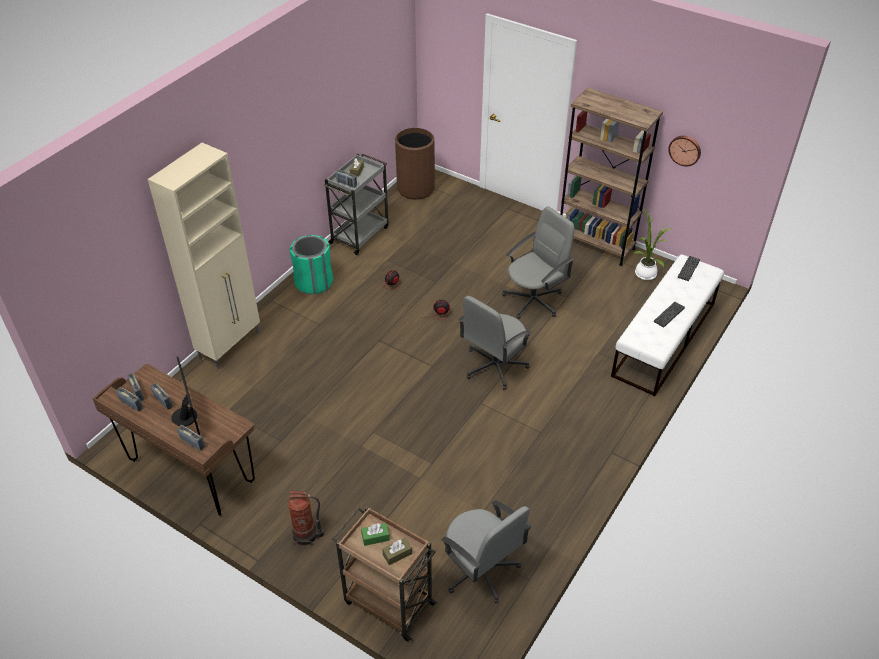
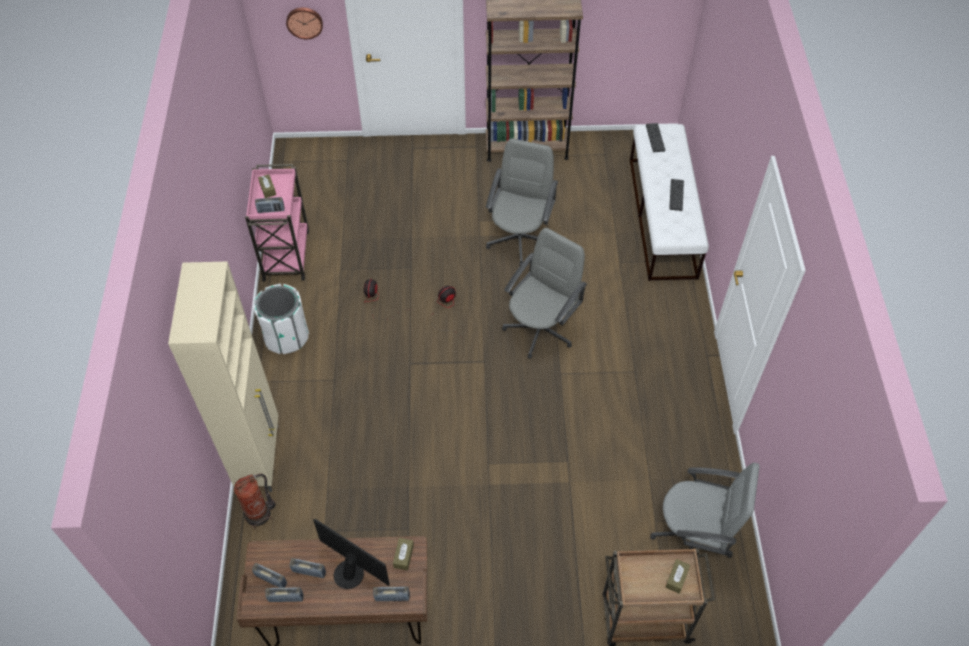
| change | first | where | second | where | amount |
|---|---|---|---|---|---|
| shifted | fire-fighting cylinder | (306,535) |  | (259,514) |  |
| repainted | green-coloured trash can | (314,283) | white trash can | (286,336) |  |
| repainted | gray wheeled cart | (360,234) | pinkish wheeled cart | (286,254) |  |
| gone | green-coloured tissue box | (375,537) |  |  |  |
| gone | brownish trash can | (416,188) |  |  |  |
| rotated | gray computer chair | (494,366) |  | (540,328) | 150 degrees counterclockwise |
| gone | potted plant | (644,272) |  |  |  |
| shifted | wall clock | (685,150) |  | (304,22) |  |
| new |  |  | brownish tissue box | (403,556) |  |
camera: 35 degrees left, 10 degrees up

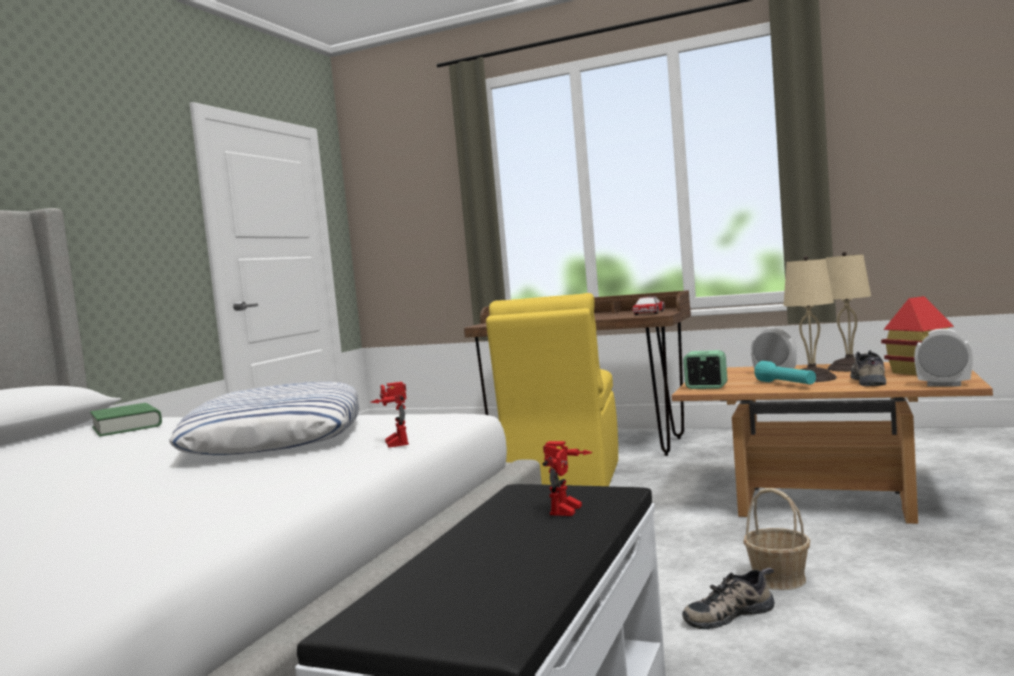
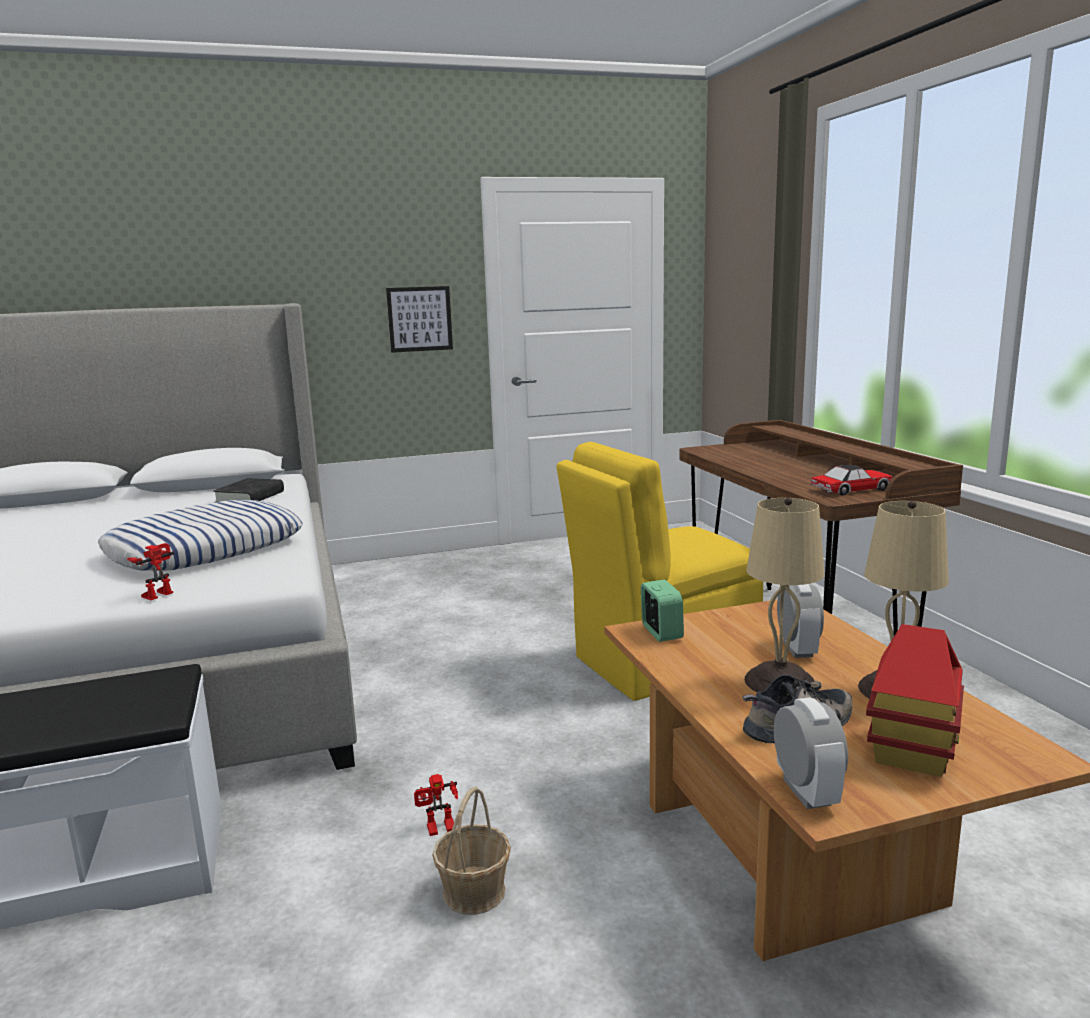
| change | first | where | second | where | amount |
|---|---|---|---|---|---|
| repainted | green-coloured bound book | (126,426) | black bound book | (250,497) |  |
| shifted | robot figure | (570,511) |  | (439,830) |  |
| gone | item of footwear | (728,613) |  |  |  |
| gone | blue-green flashlight | (786,384) |  |  |  |
| new |  |  | wall art | (419,319) |  |
camera: 50 degrees right, 10 degrees up

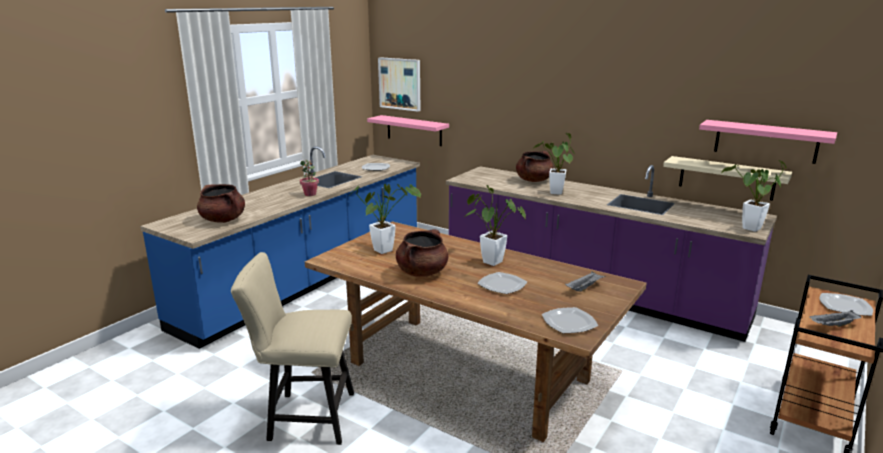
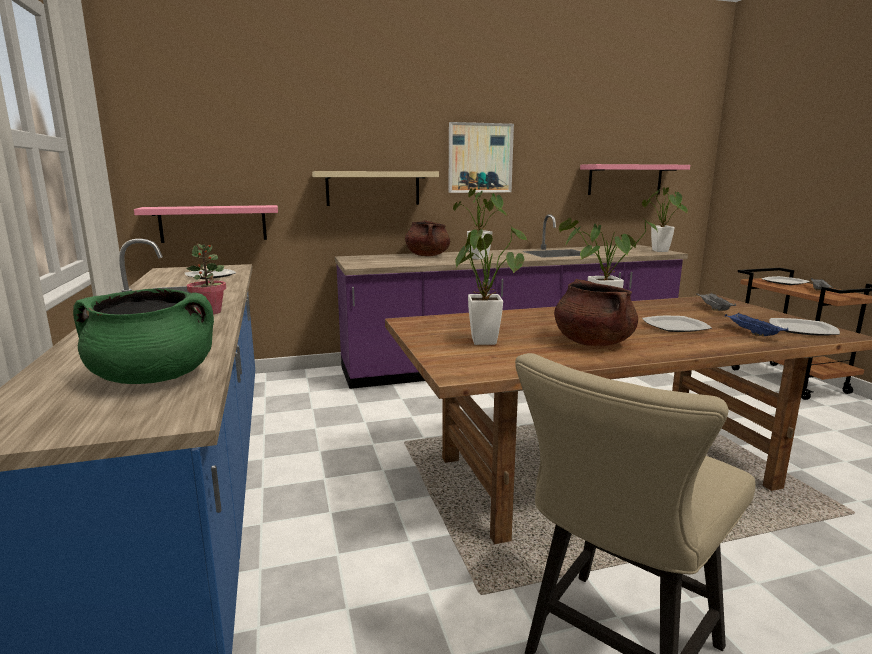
| change | first | where | second | where | amount |
|---|---|---|---|---|---|
| repainted | brownish cooking pot | (223,220) | green-coloured cooking pot | (154,378) |  |
| shifted | wall art | (400,84) |  | (480,158) |  |
| shifted | sand-coloured bracket shelf | (726,178) |  | (373,188) |  |
| new |  |  | blue-coloured tray | (751,333) |  |
camera: 50 degrees left, 5 degrees down

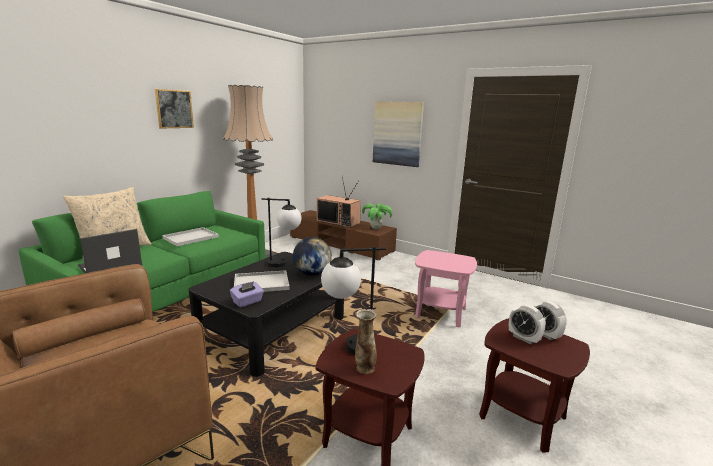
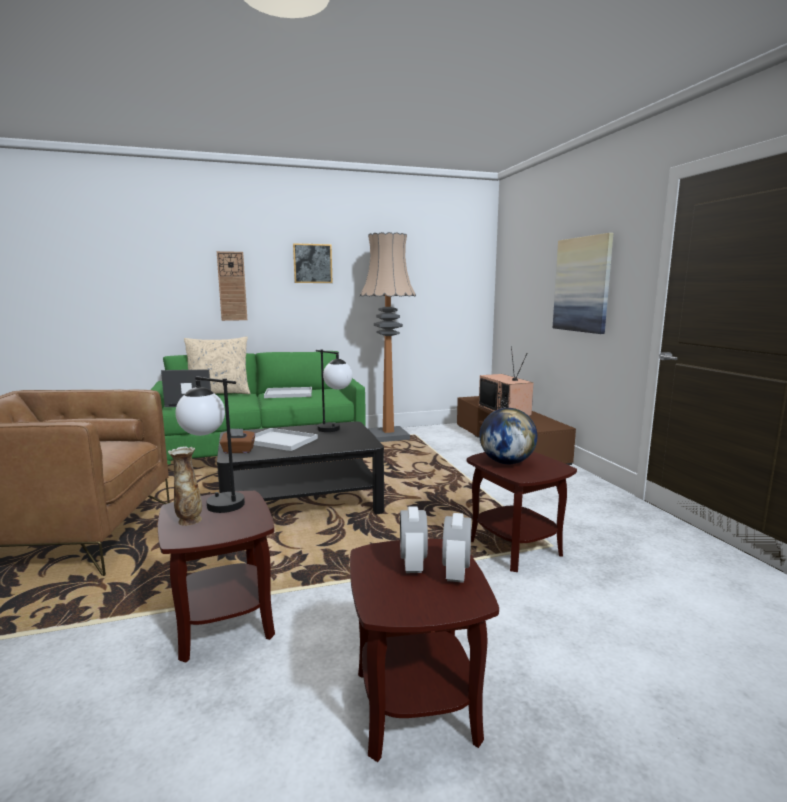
| change | first | where | second | where | amount |
|---|---|---|---|---|---|
| repainted | purple-coloured tissue box | (247,302) | brownish tissue box | (238,451) |  |
| shifted | world globe | (312,274) |  | (506,462) |  |
| gone | potted plant | (376,228) |  |  |  |
| repainted | pinkish accent table | (440,313) | brownish accent table | (515,548) |  |
| new |  |  | wall clock | (232,286) |  |
camera: 40 degrees right, 5 degrees down

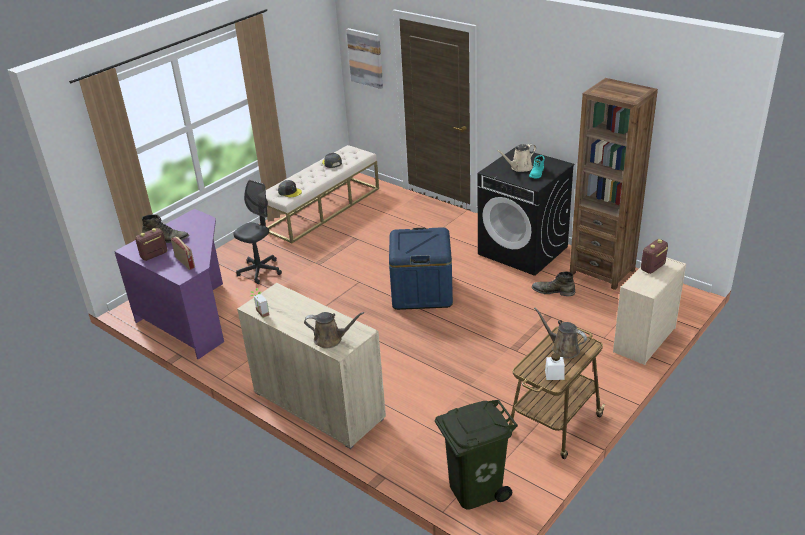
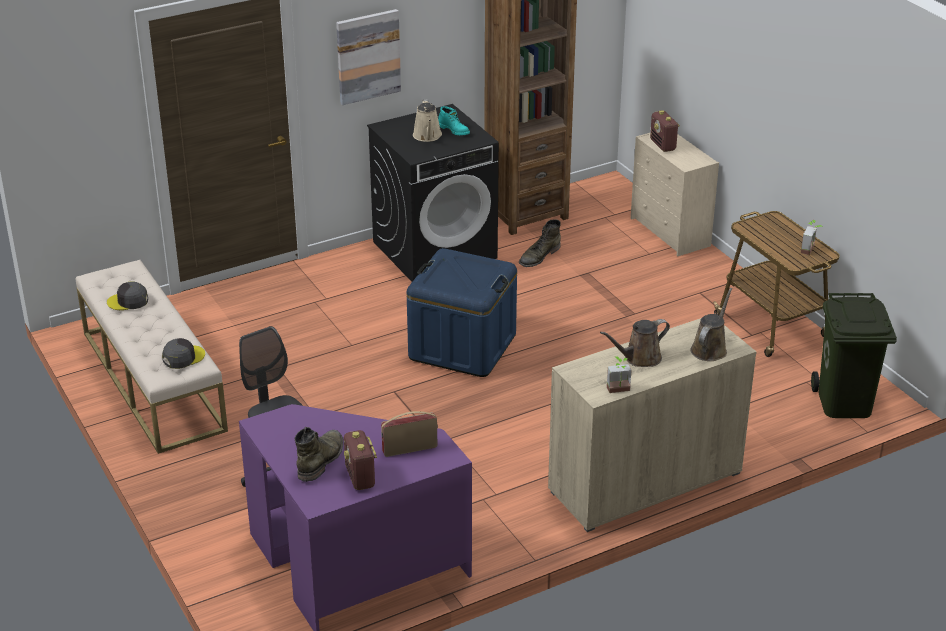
| change | first | where | second | where | amount |
|---|---|---|---|---|---|
| shifted | wall art | (365,58) |  | (368,56) |  |
| shifted | brownish sprinkling can | (563,348) |  | (639,358) |  |
| swapped | white jar | (554,375) | potted plant | (811,250) |  |
camera: 70 degrees left, 0 degrees up

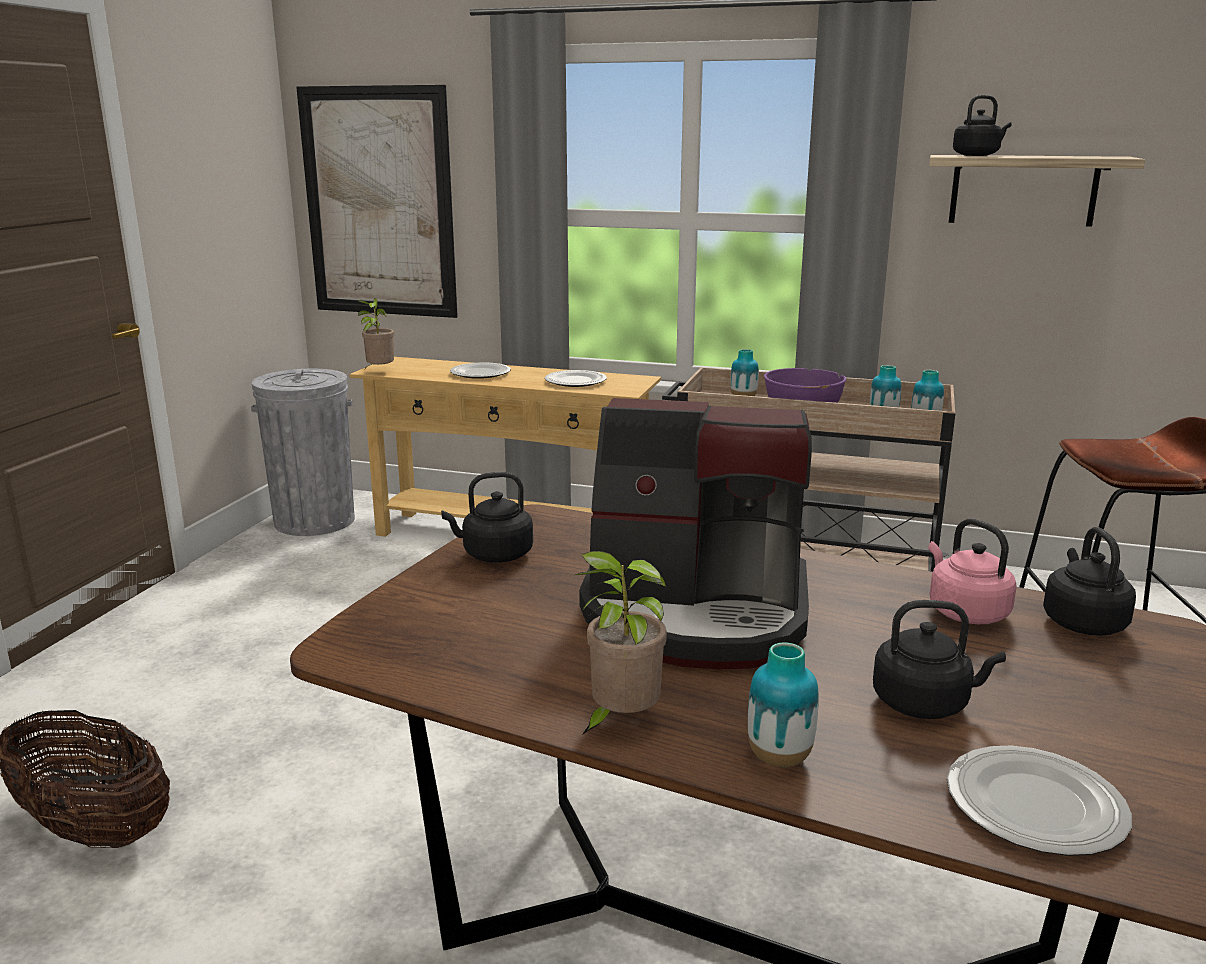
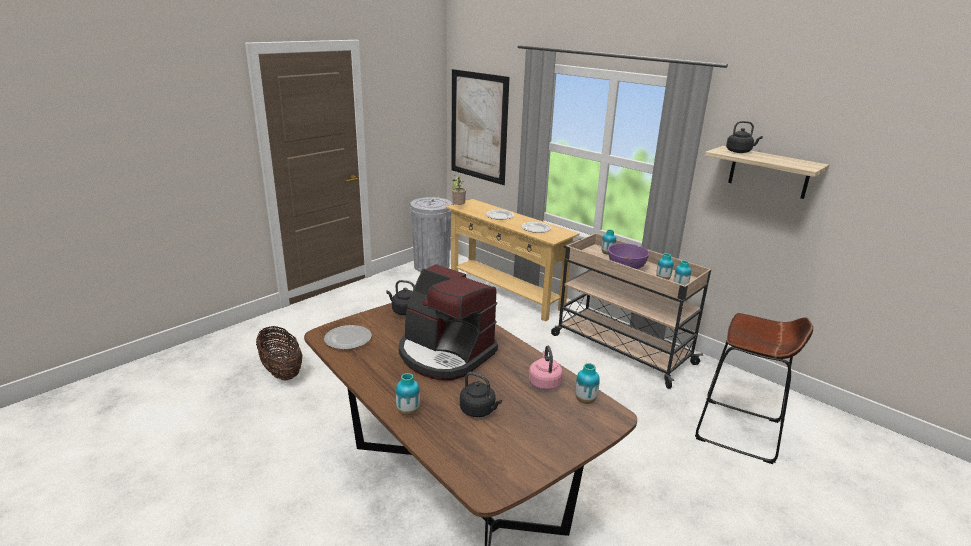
| change | first | where | second | where | amount |
|---|---|---|---|---|---|
| gone | potted plant | (620,721) |  |  |  |
| shifted | plate | (1032,805) |  | (347,339) |  |
| swapped | black water kettle | (1082,622) | vase | (585,400) |  |
camera: 25 degrees right, 5 degrees up

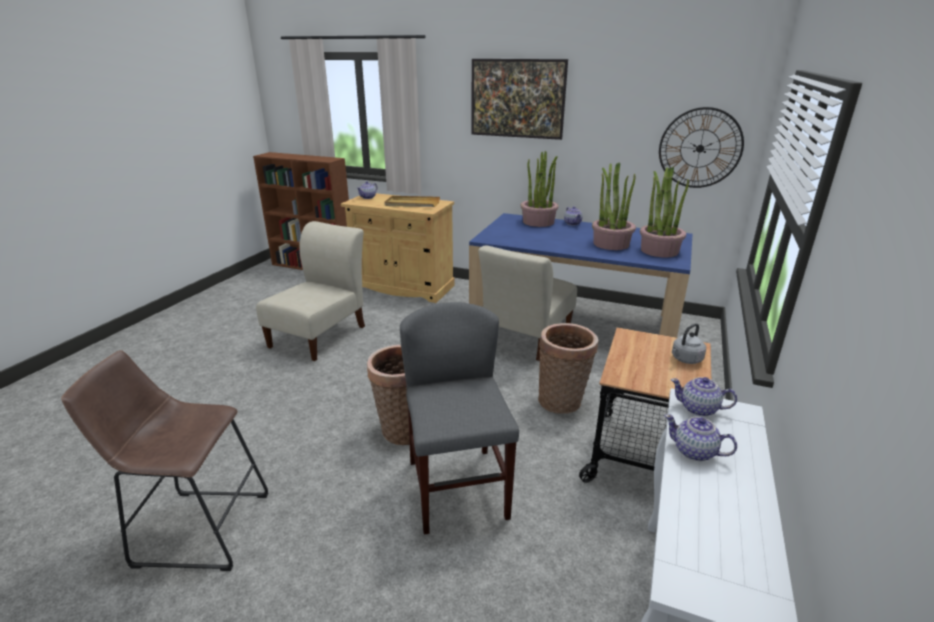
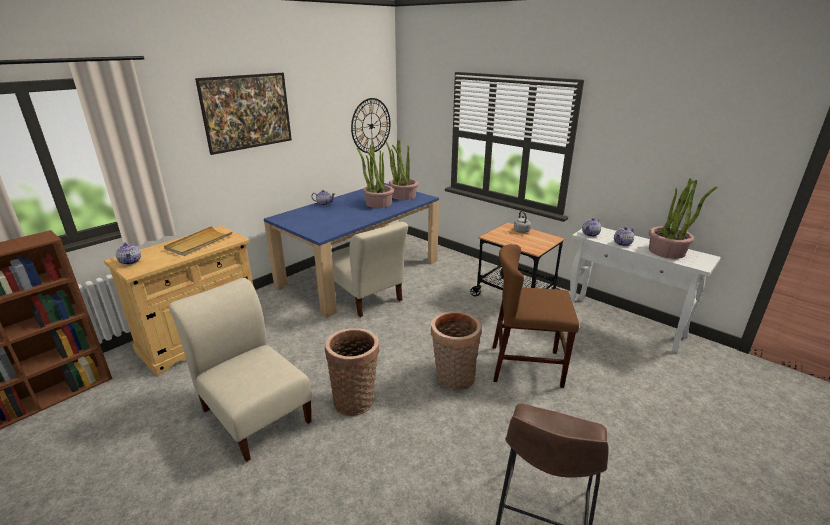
| change | first | where | second | where | amount |
|---|---|---|---|---|---|
| repainted | gray upright chair | (457,489) | brownish upright chair | (526,366) |  |
| shifted | potted plant | (538,222) |  | (667,251) |  |
| shifted | household basket | (562,402) |  | (356,399) |  |
camera: 70 degrees left, 0 degrees up

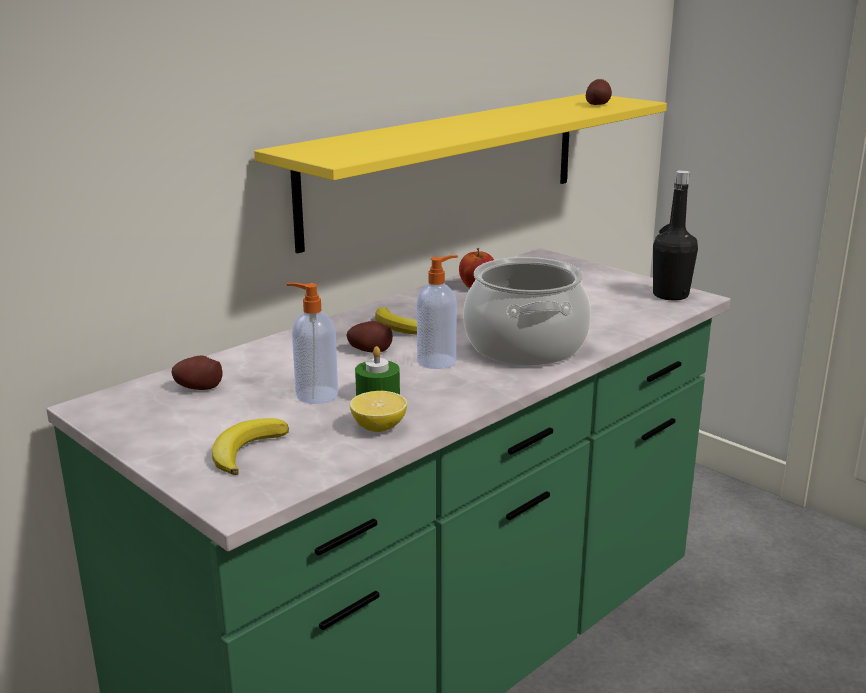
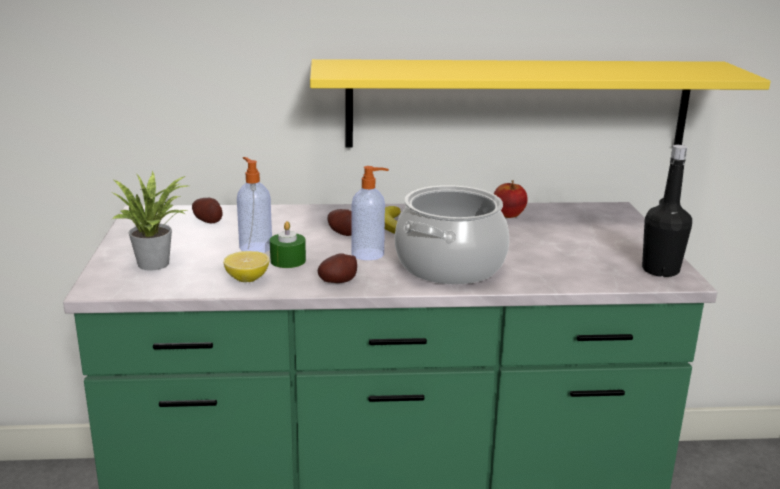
| change | first | where | second | where | amount |
|---|---|---|---|---|---|
| swapped | banana | (246,450) | potted plant | (158,263) |  |
| shifted | potato | (598,104) |  | (337,281) |  |
camera: 40 degrees right, 0 degrees up

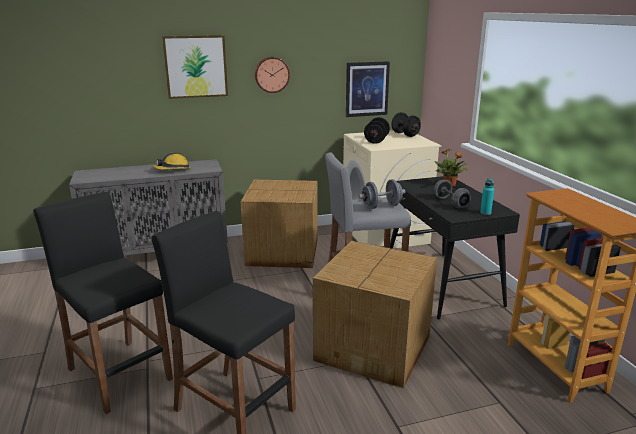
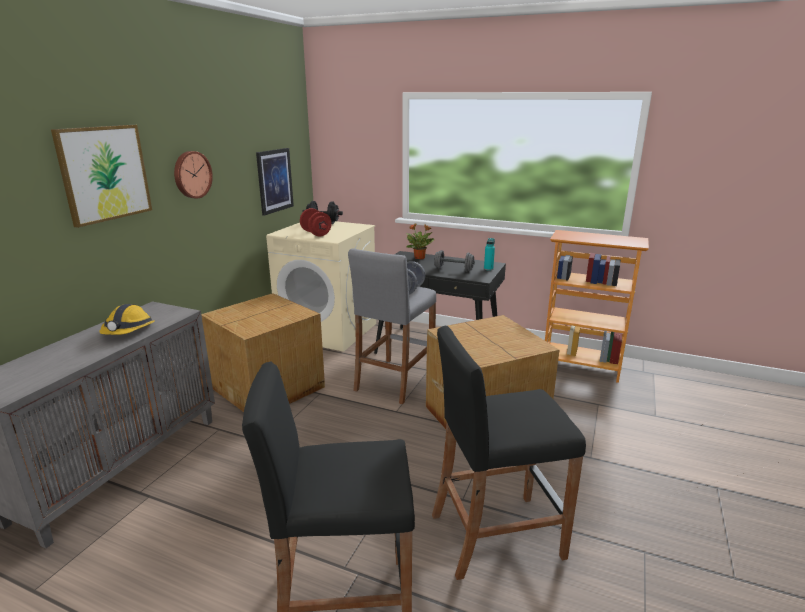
| change | first | where | second | where | amount |
|---|---|---|---|---|---|
| repainted | black hand weight | (376,141) | reddish hand weight | (316,233) |  |
camera: 50 degrees left, 0 degrees up

